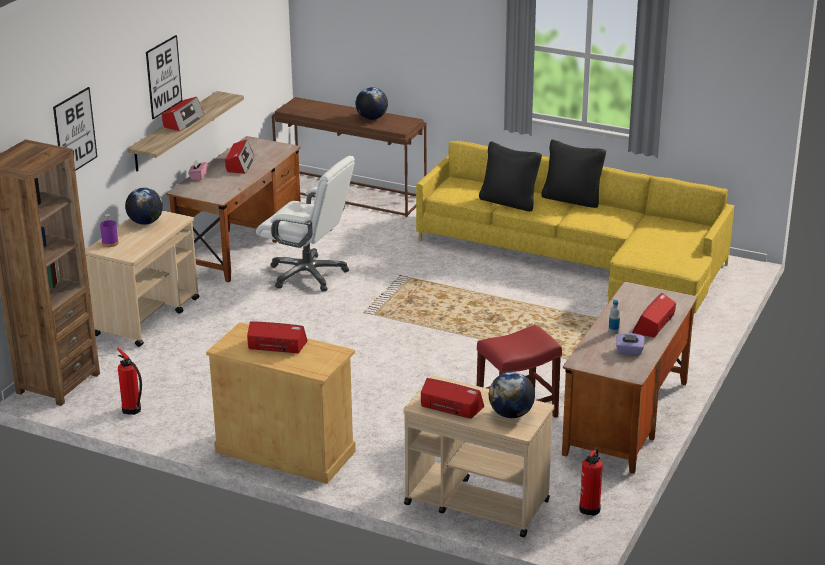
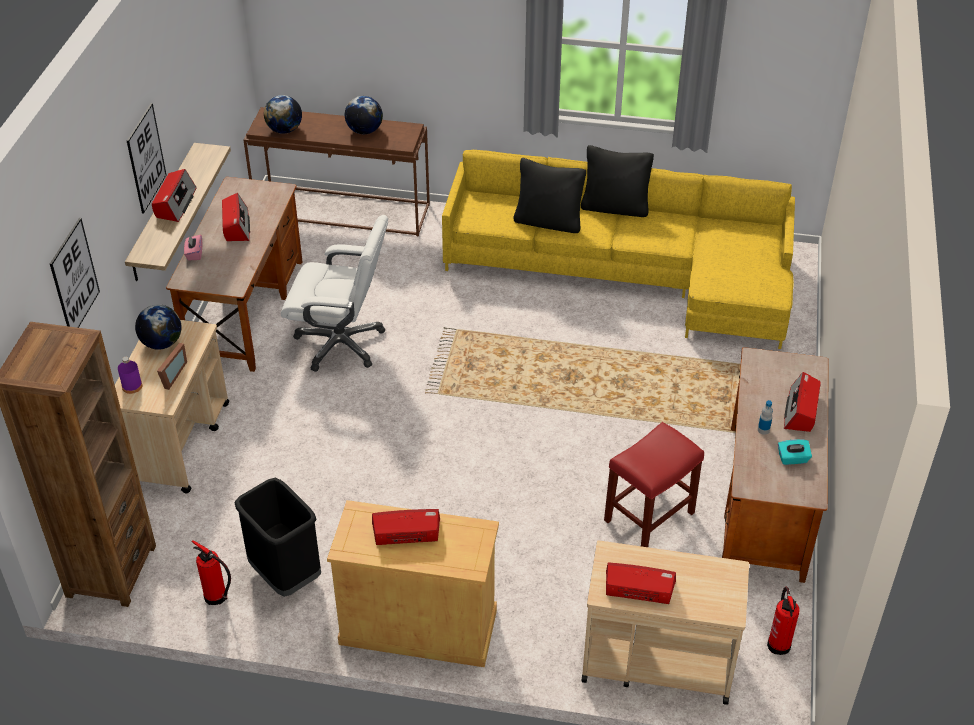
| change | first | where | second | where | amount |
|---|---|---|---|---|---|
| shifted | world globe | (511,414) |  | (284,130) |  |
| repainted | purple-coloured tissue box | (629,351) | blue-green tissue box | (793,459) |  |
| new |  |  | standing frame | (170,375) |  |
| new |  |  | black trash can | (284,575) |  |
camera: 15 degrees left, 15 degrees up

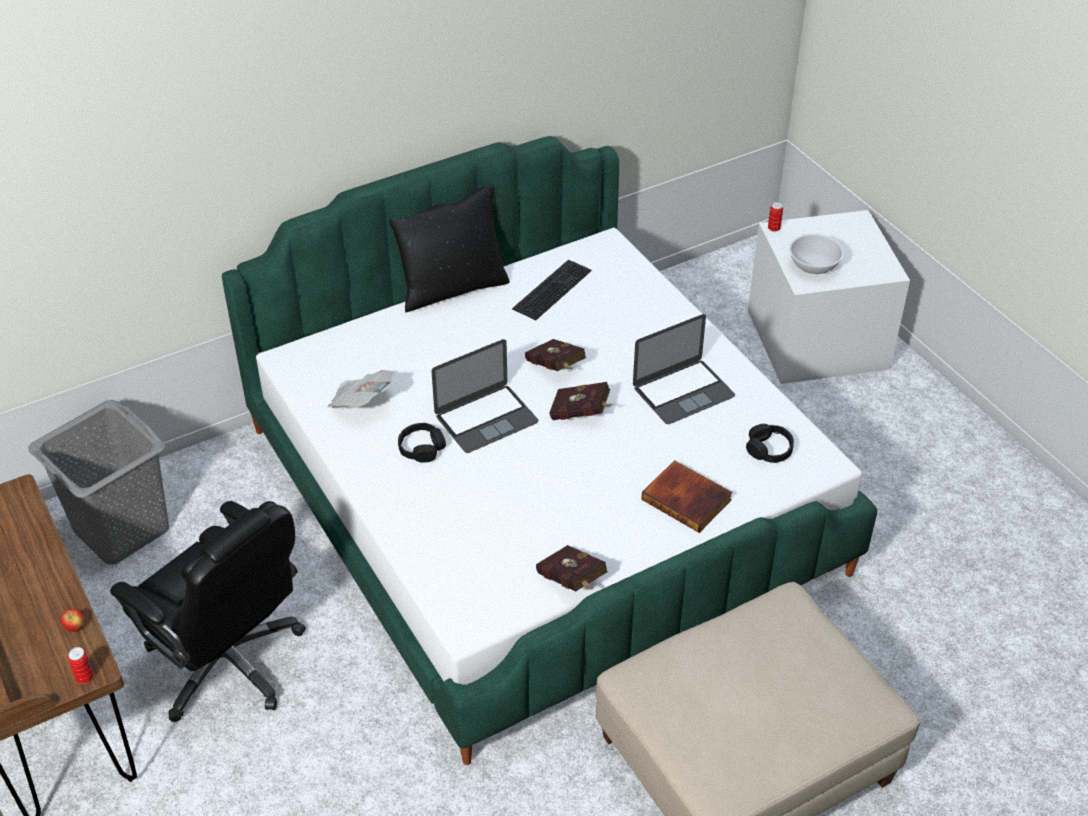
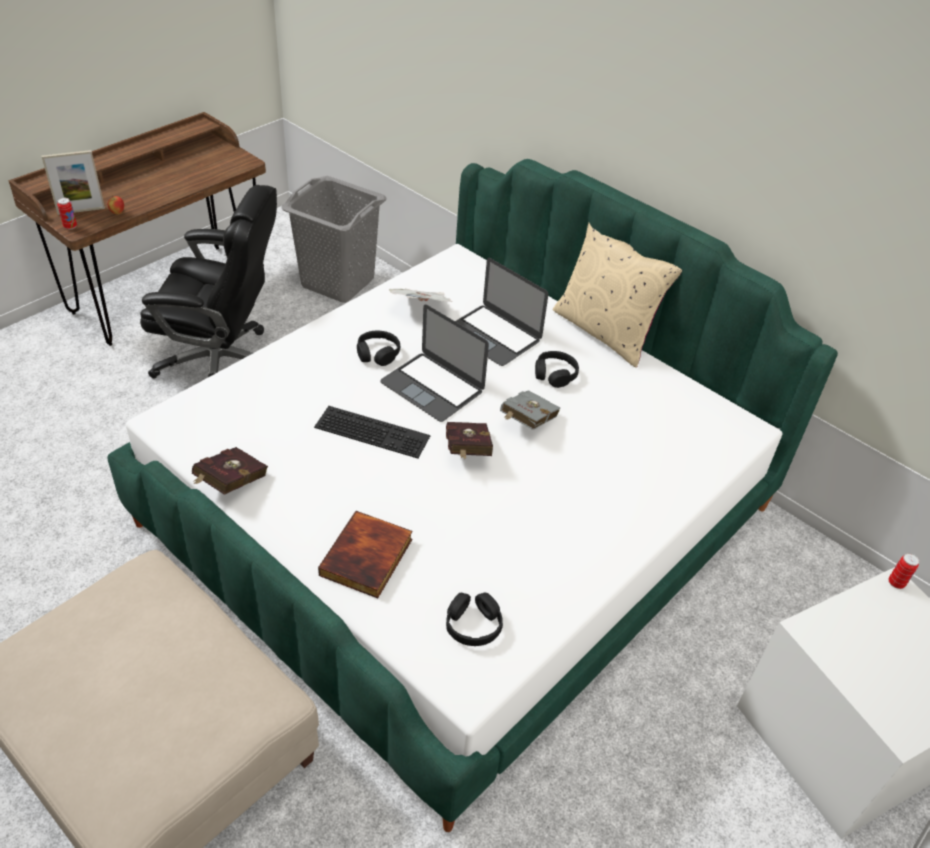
| change | first | where | second | where | amount |
|---|---|---|---|---|---|
| rotated | black computer chair | (228,663) |  | (222,364) | 105 degrees counterclockwise |
| repainted | black cushion | (451,288) | sand-coloured cushion | (605,331) |  |
| shifted | keyboard | (551,288) |  | (374,431) |  |
| repainted | reddish bound book | (556,368) | gray bound book | (526,422) |  |
| shifted | notebook computer | (683,392) |  | (493,335) |  |
| gone | white deep dish | (813,265) |  |  |  |
| new |  |  | standing frame | (81,211) |  |
| new |  |  | black headphones | (555,374) |  |
camera: 70 degrees right, 0 degrees up

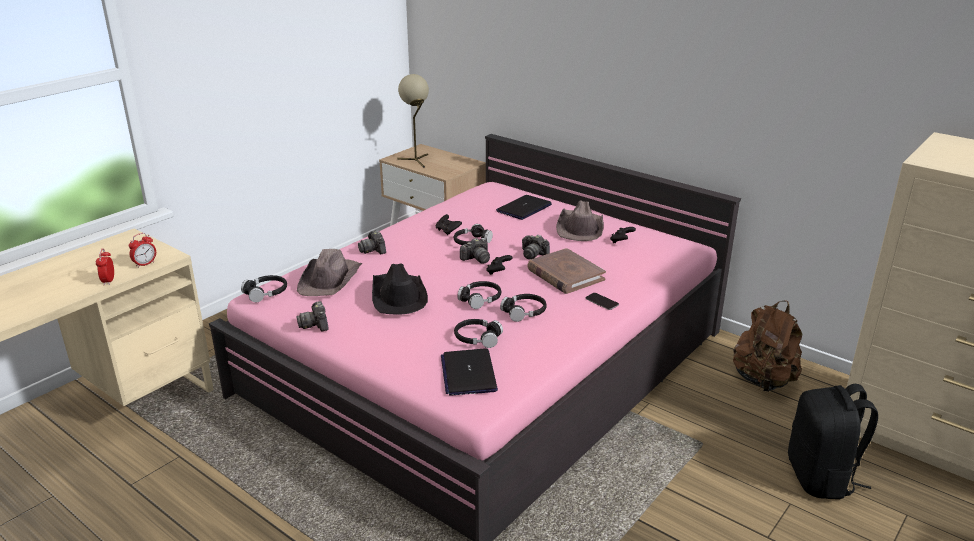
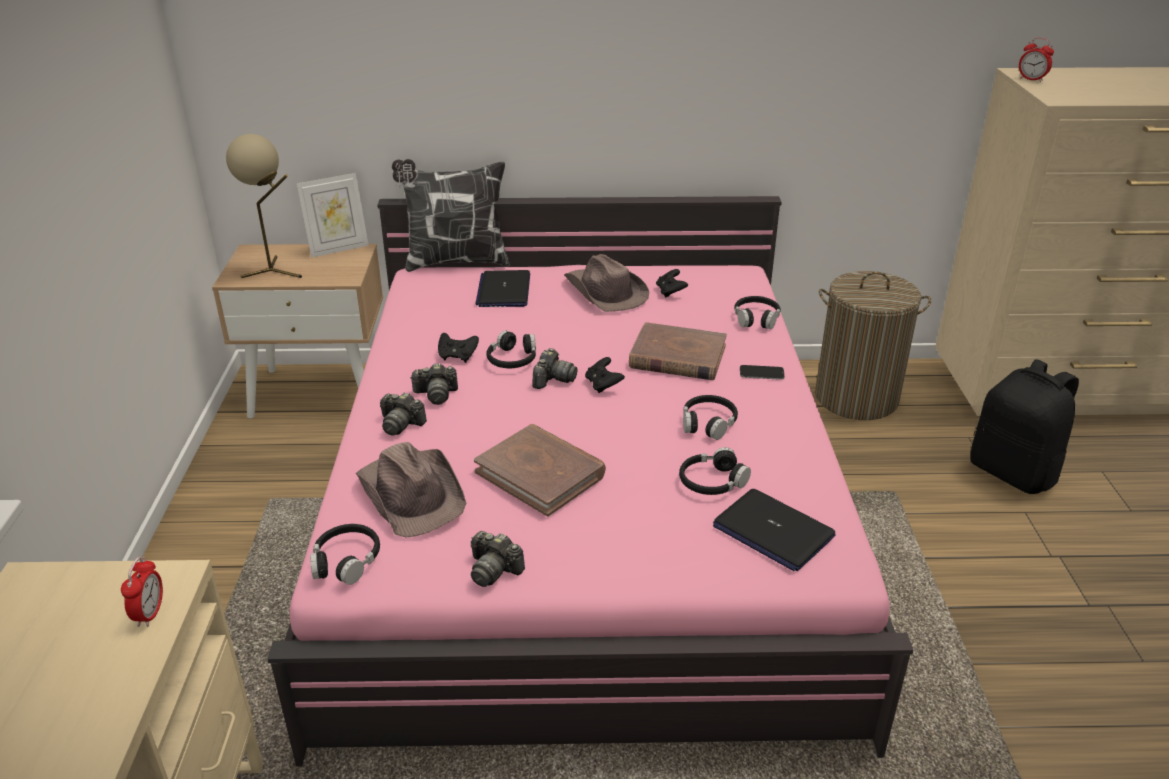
| change | first | where | second | where | amount |
|---|---|---|---|---|---|
| shifted | alarm clock | (108,281) |  | (1031,79) |  |
| swapped | black clothing hat | (398,296) | brownish bound book | (540,473) |  |
| shifted | black headphones | (480,299) |  | (756,318) |  |
| shifted | still camera | (533,254) |  | (436,394) |  |
| swapped | brownish knapsack | (763,380) | laundry basket | (856,398) |  |
| new |  |  | standing frame | (338,249) |  |
| new |  |  | cushion | (455,262) |  |
camera: 40 degrees left, 5 degrees up

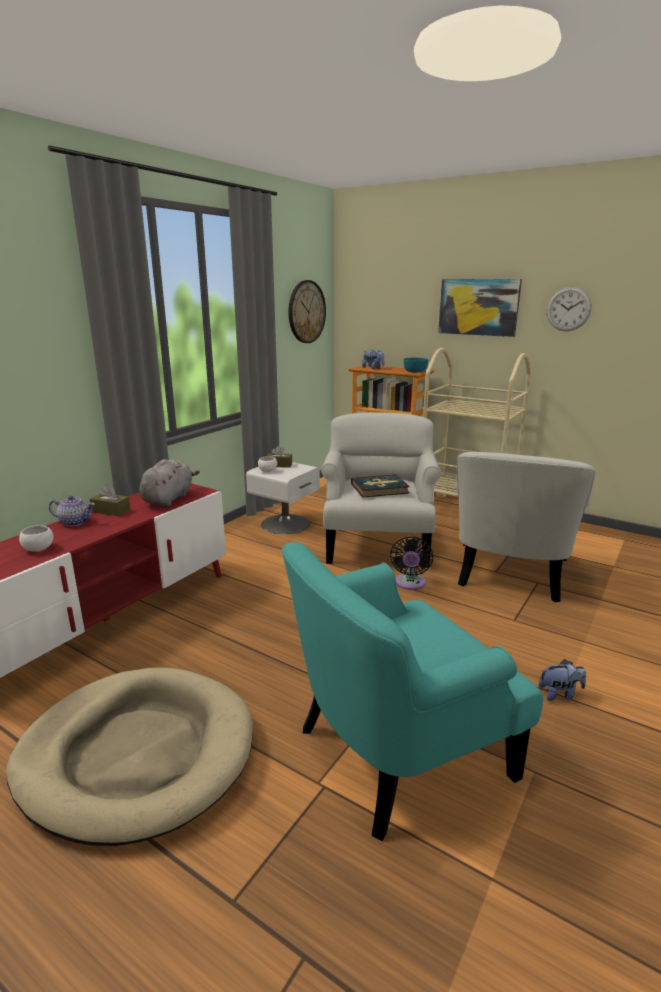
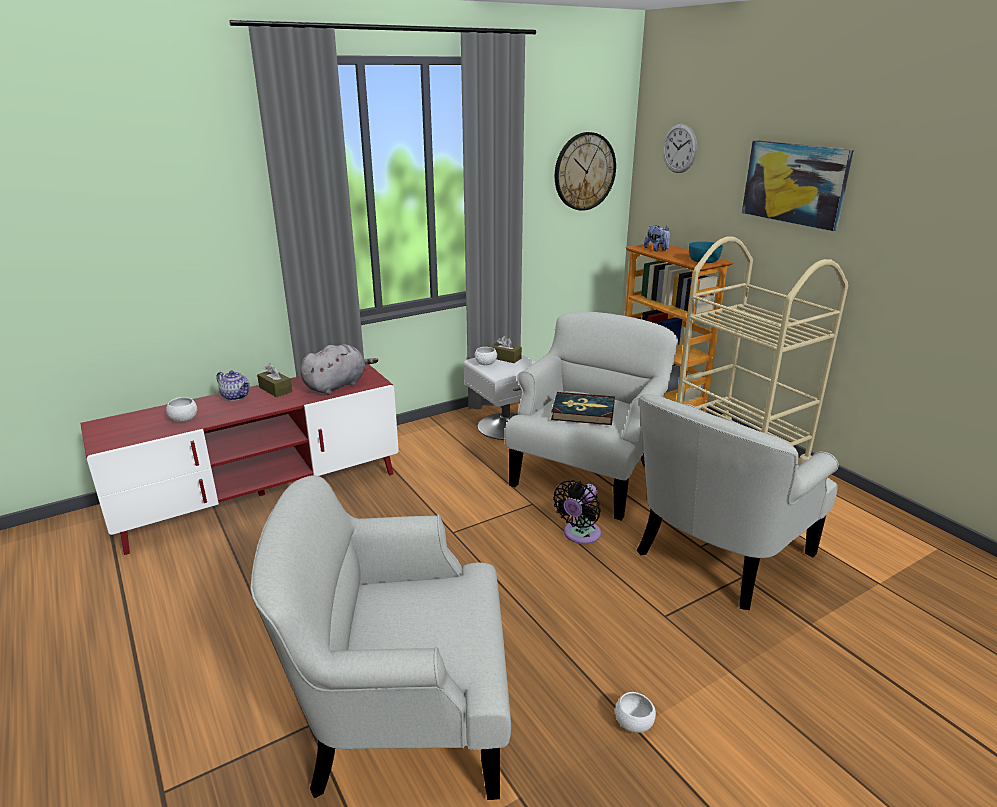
| change | first | where | second | where | amount |
|---|---|---|---|---|---|
| gone | sand-coloured pet bed | (137,754) |  |  |  |
| repainted | blue-green armchair | (396,750) | white armchair | (402,717) |  |
| swapped | cuddly toy | (560,694) | white deep dish | (633,724) |  |
| shifted | wall clock | (568,309) |  | (679,148) |  |
camera: 25 degrees right, 5 degrees up

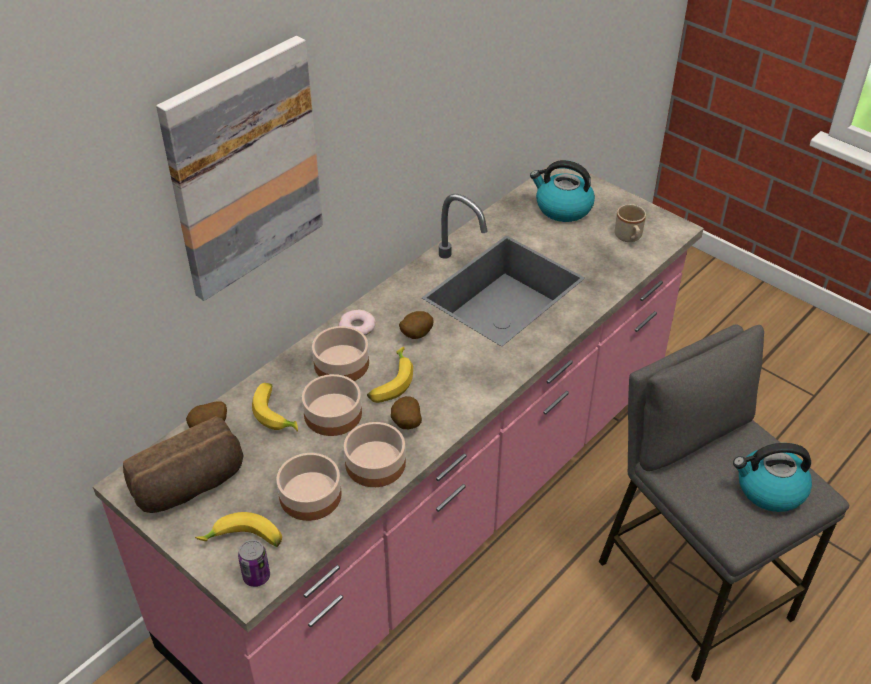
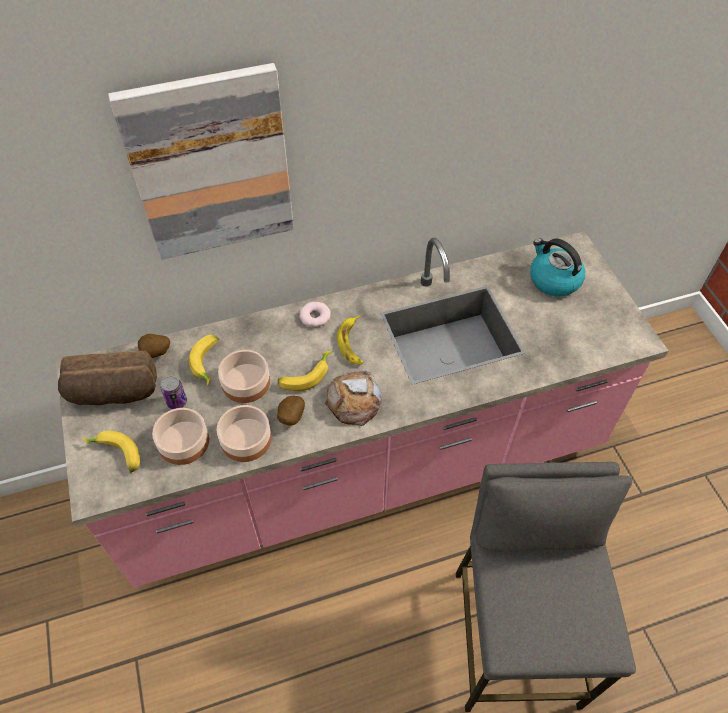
| change | first | where | second | where | amount |
|---|---|---|---|---|---|
| shifted | sealed can | (256,576) |  | (177,402) |  |
| gone | deep dish | (341,363) |  |  |  |
| swapped | potato | (415,335) | banana | (352,343) |  |
| gone | sand-coloured coffee mug | (629,238) |  |  |  |
| gone | water kettle | (769,489) |  |  |  |
| new |  |  | bakery bread | (354,401) |  |
camera: 30 degrees right, 10 degrees up

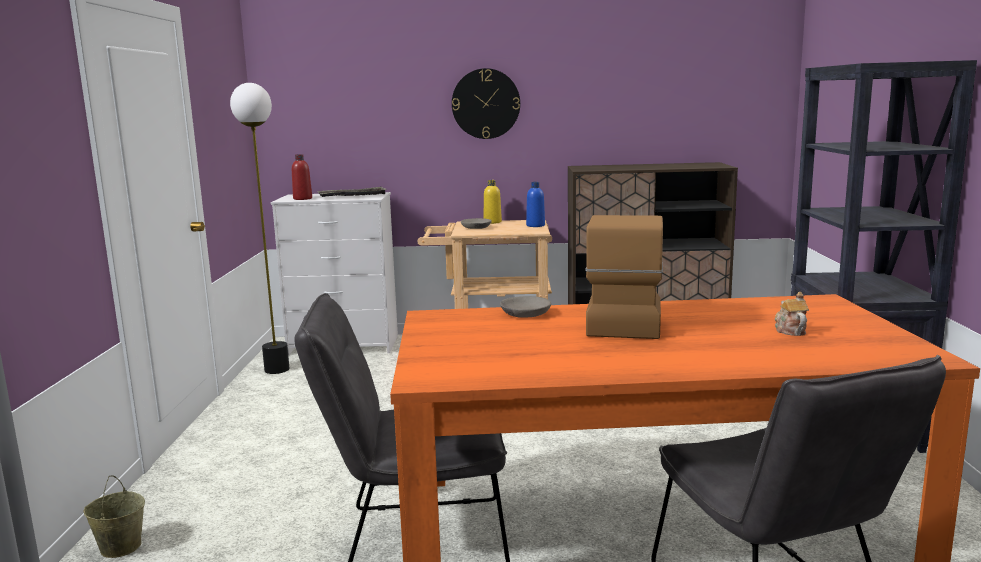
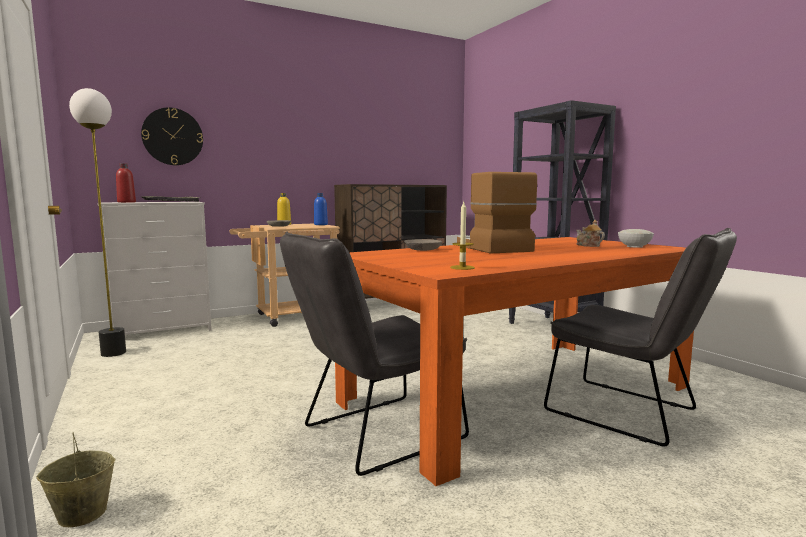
| change | first | where | second | where | amount |
|---|---|---|---|---|---|
| shifted | wall clock | (486,104) |  | (172,136) |  |
| new |  |  | candle | (462,267) |  |
| new |  |  | white deep dish | (635,246) |  |
camera: 30 degrees left, 5 degrees down

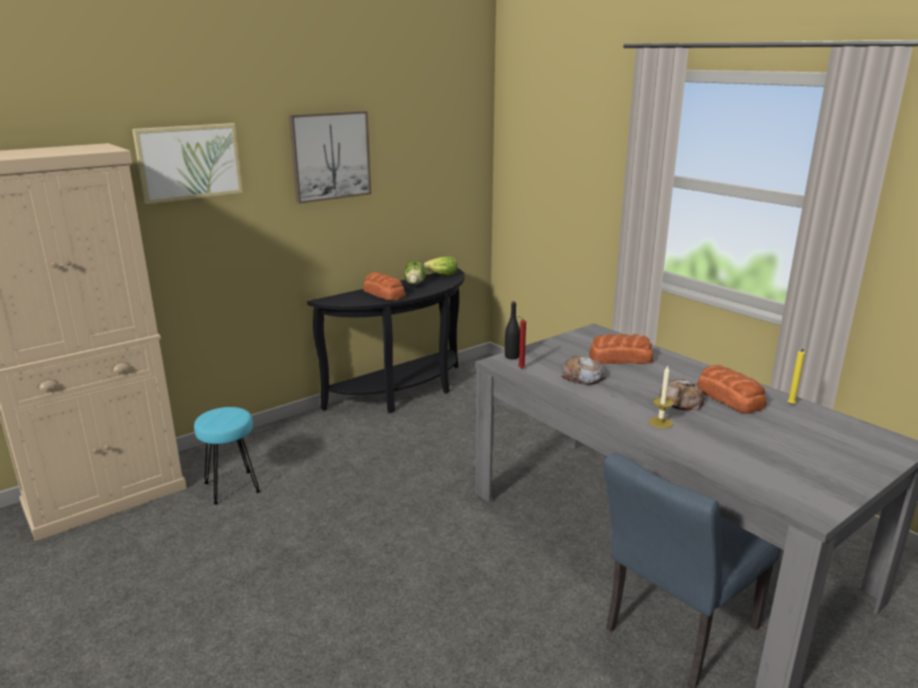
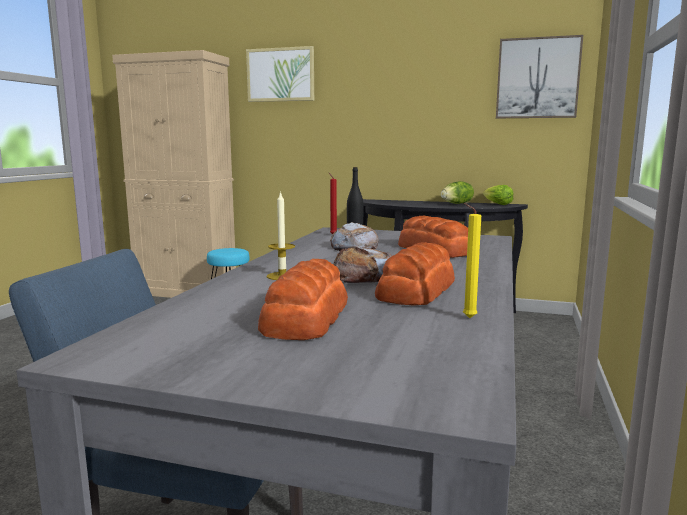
| change | first | where | second | where | amount |
|---|---|---|---|---|---|
| shifted | wall art | (330,156) |  | (537,78) |  |
| shifted | bakery bread | (384,294) |  | (305,318) |  |
camera: 55 degrees right, 10 degrees down

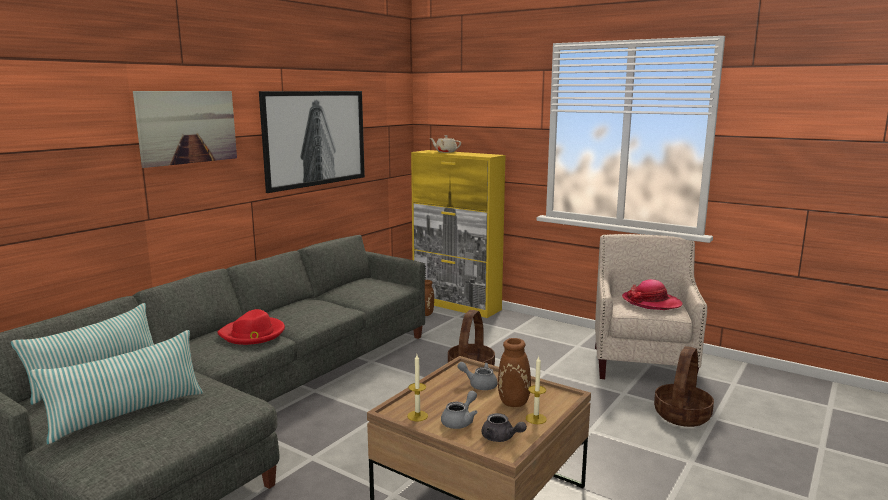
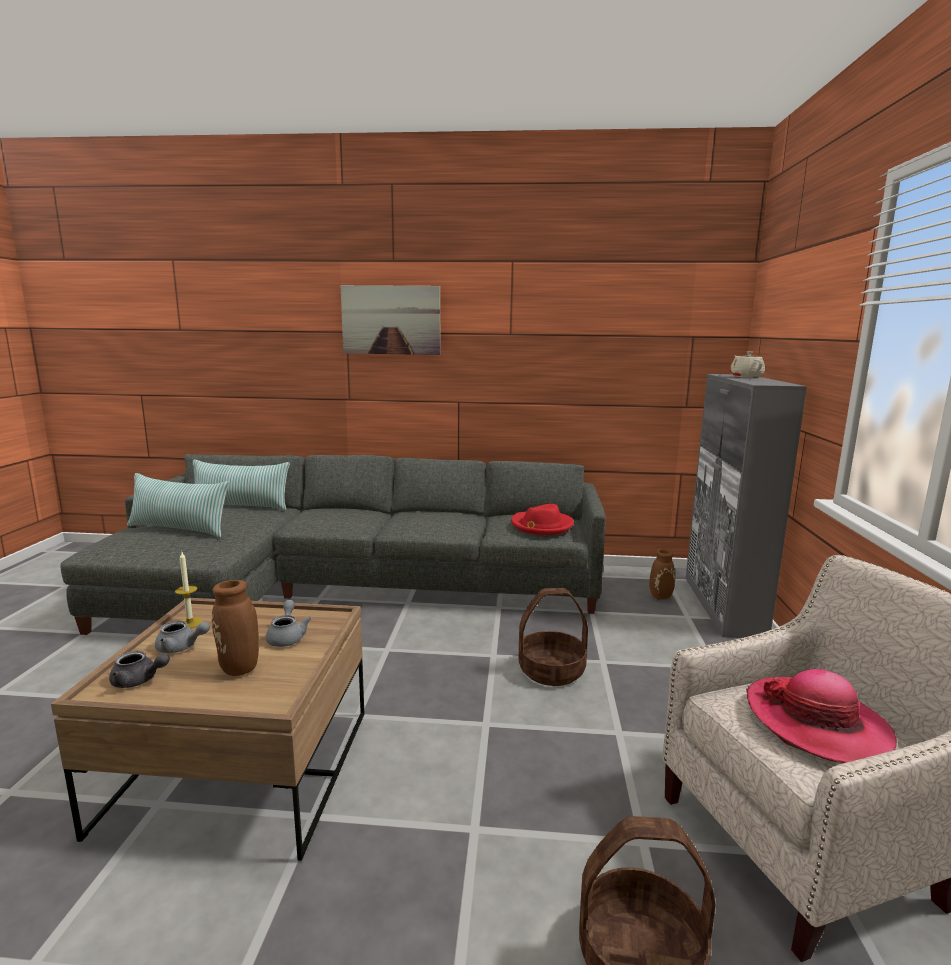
| change | first | where | second | where | amount |
|---|---|---|---|---|---|
| shifted | reddish clothing hat | (253,334) |  | (541,526) |  |
| gone | wall art | (315,138) |  |  |  |
| repainted | yellow cupboard | (456,305) | gray cupboard | (723,606) |  |
| rotated | gray teapot | (501,438) |  | (139,681) | 90 degrees counterclockwise |
| gone | candle | (536,418) |  |  |  |
camera: 60 degrees right, 0 degrees up

